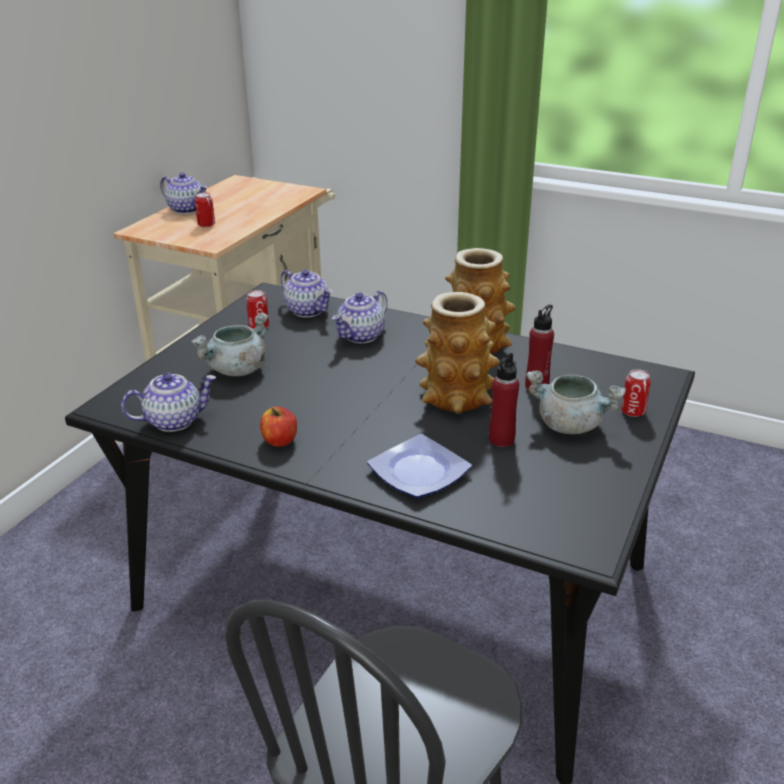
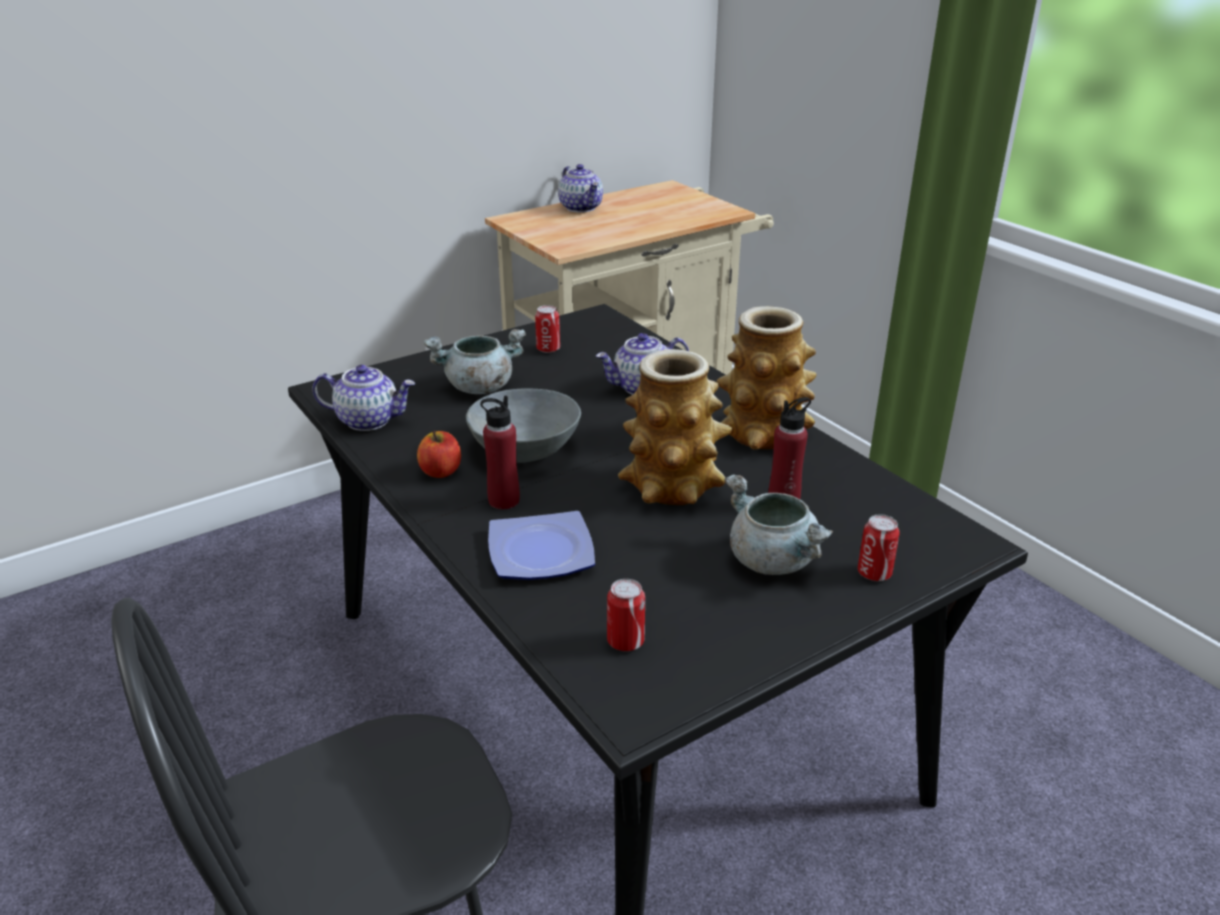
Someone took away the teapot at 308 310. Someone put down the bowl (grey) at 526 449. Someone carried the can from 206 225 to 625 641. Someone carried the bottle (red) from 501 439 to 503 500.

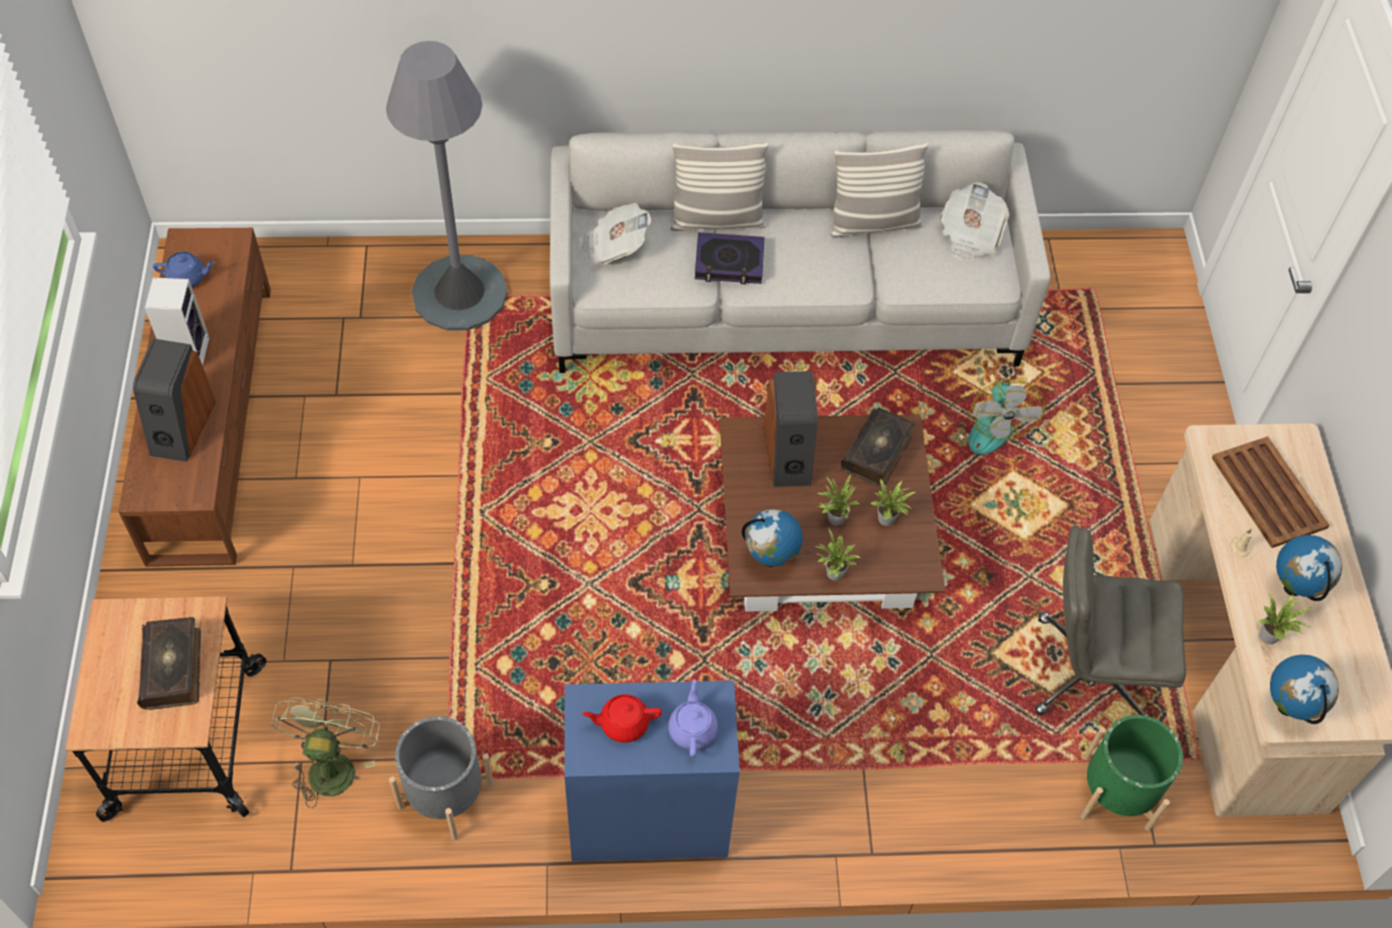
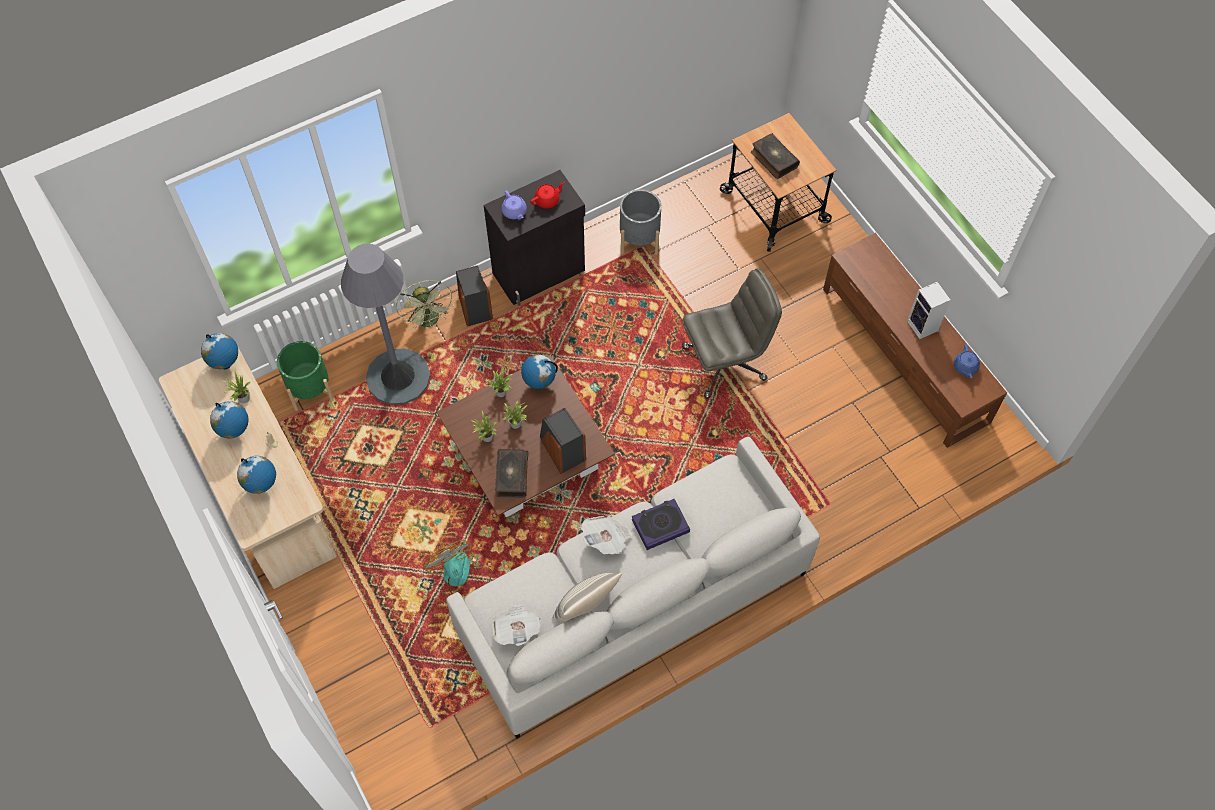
Someone took away the pillow at 717 220. Someone carried the speaker from 181 427 to 474 306. Someone carried the fan (green) from 332 764 to 429 321. Someone carried the floor lamp (grey) from 459 294 to 398 377. Someone carried the newspaper from 614 246 to 607 539. Someone carried the office chair (grey) from 1090 672 to 725 362. Someone swapped the tray (brown) at 1268 491 for the globe at 262 486. Someone repainted the cabinet (blue) at 647 816, which became the cabinet (black) at 540 272. Someone rotated the teapot (blue) at 188 278 by 60 degrees counterclockwise.

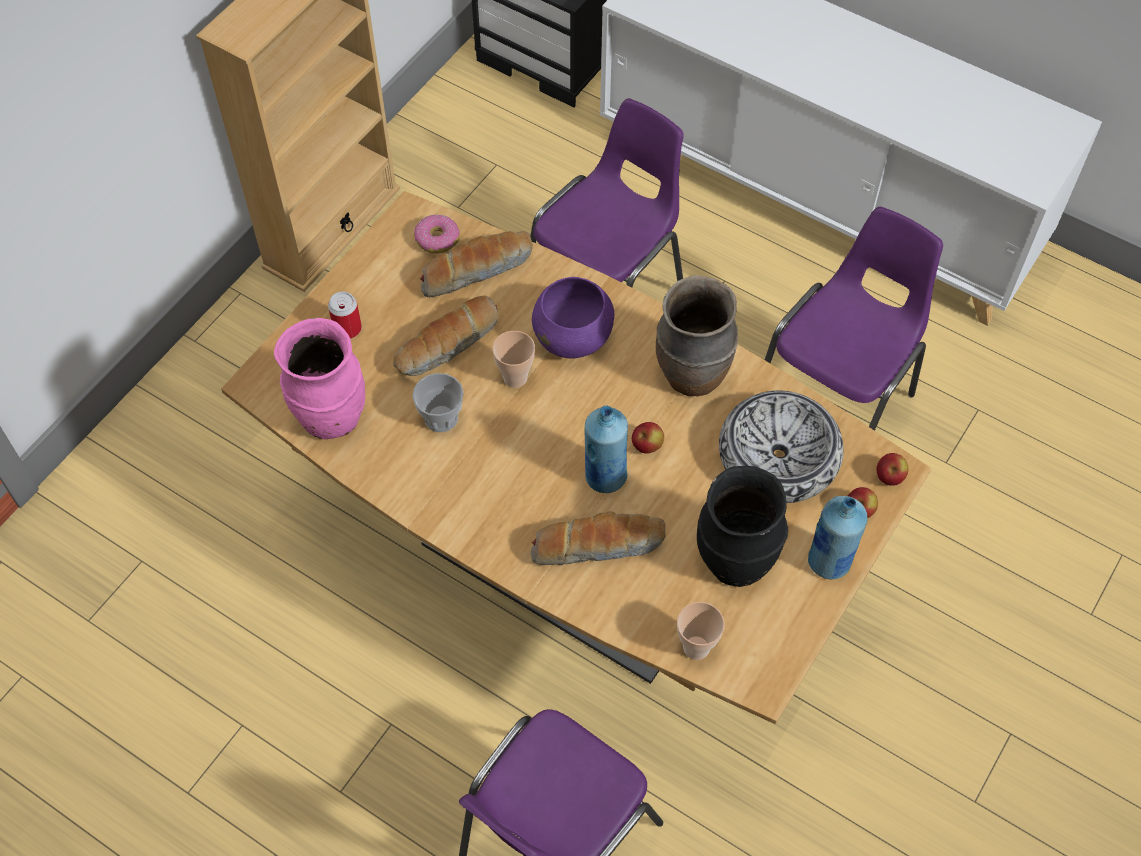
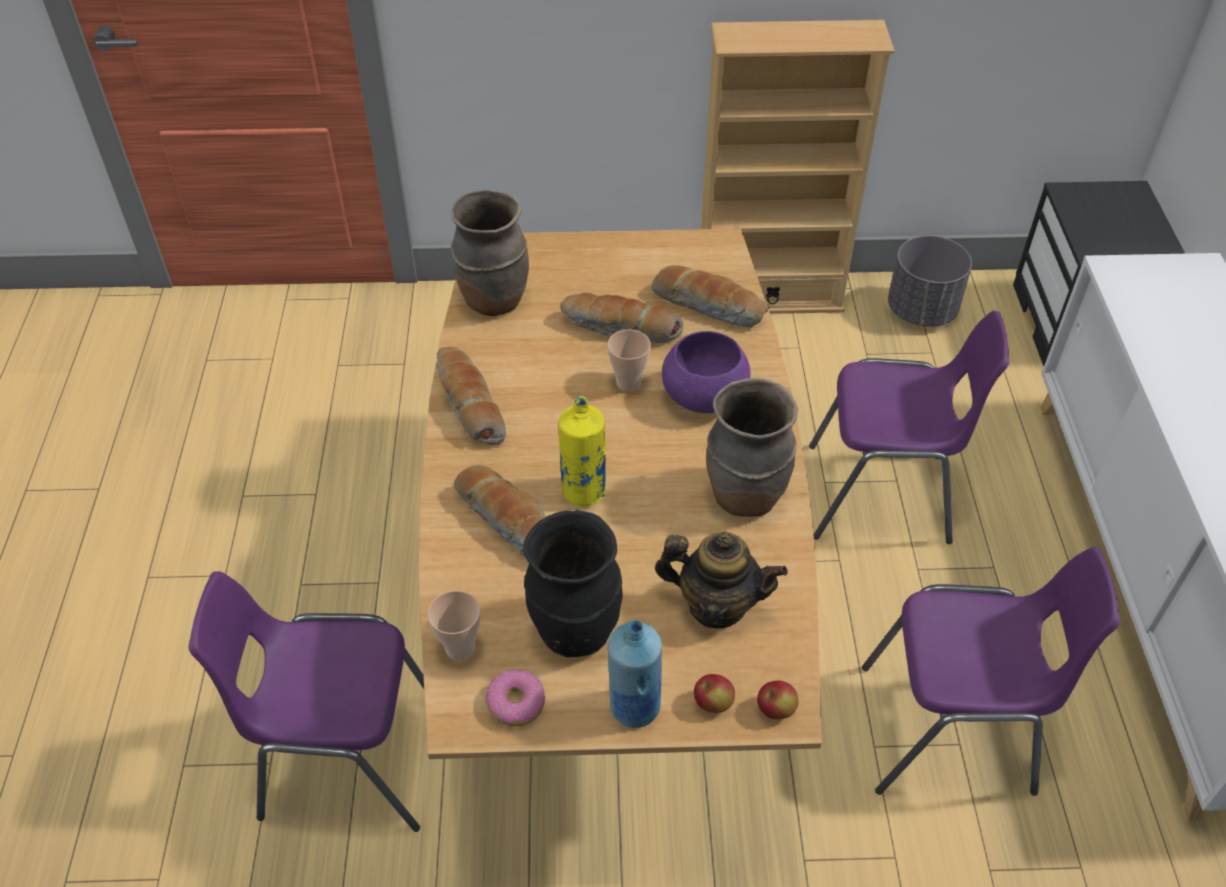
Someone took away the can at 347 328. Someone took away the cup at 441 418. Someone took away the apple at 647 446. Someone put down the bread at 468 405. Someone put down the planter (grey) at 922 310. Someone carried the donut from 437 239 to 515 703. Someone swapped the bowl at 778 456 for the teapot at 716 605. Someone repainted the vase (pink) at 330 417, which became the vase (brown) at 493 300. Someone repainted the bottle (blue) at 605 476, which became the bottle (yellow) at 583 491.

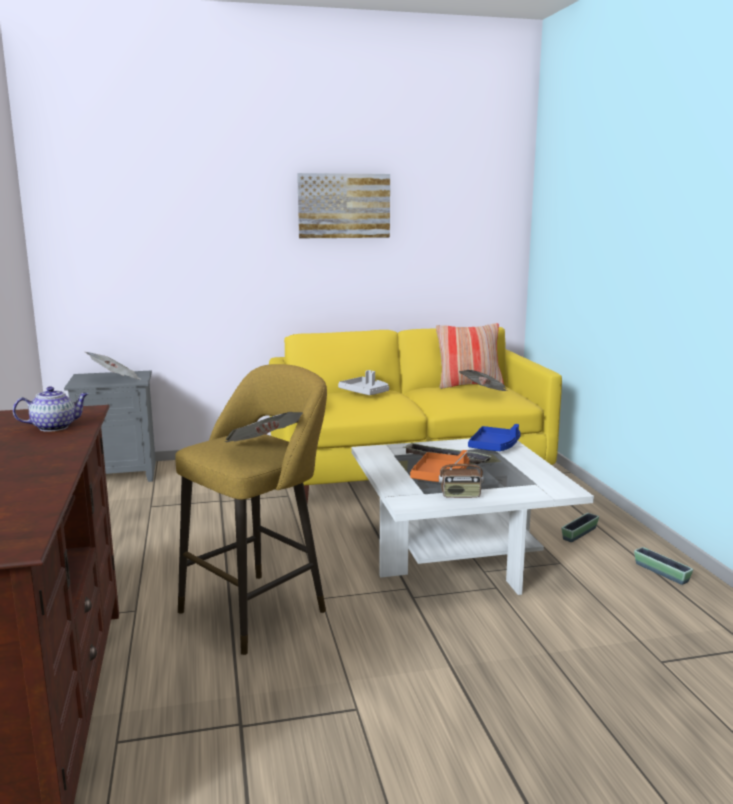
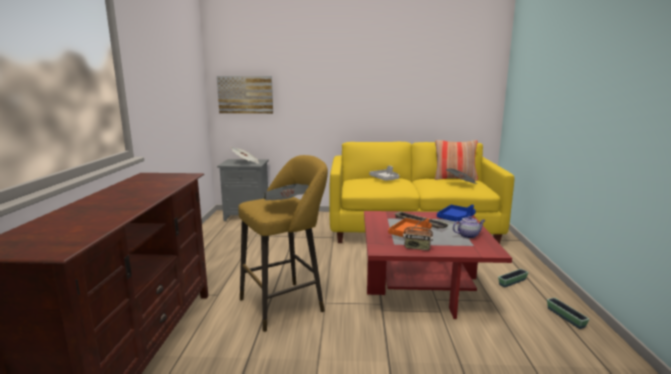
Someone carried the teapot from 55 427 to 468 235. Someone carried the picture from 343 206 to 245 94. Someone repainted the coffee table (white) at 458 554, which became the coffee table (red) at 423 285.

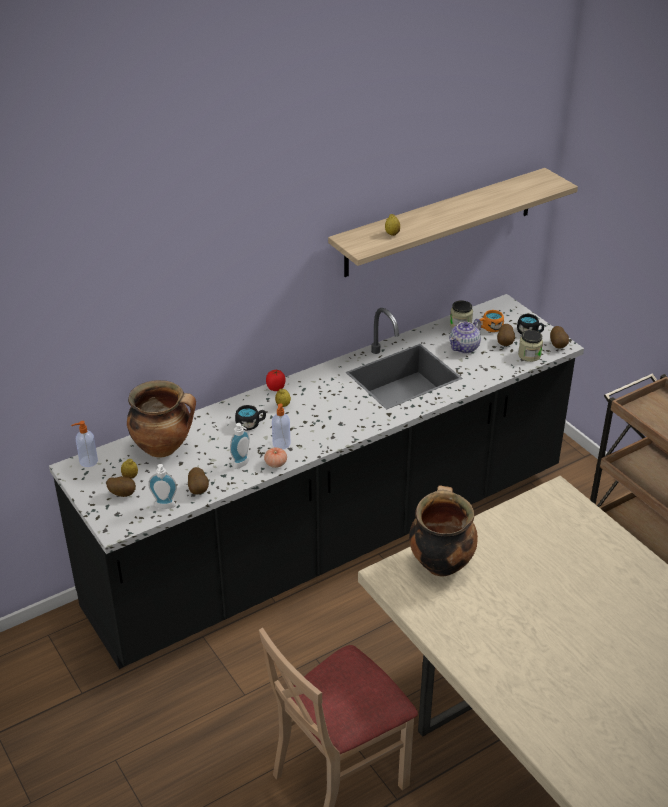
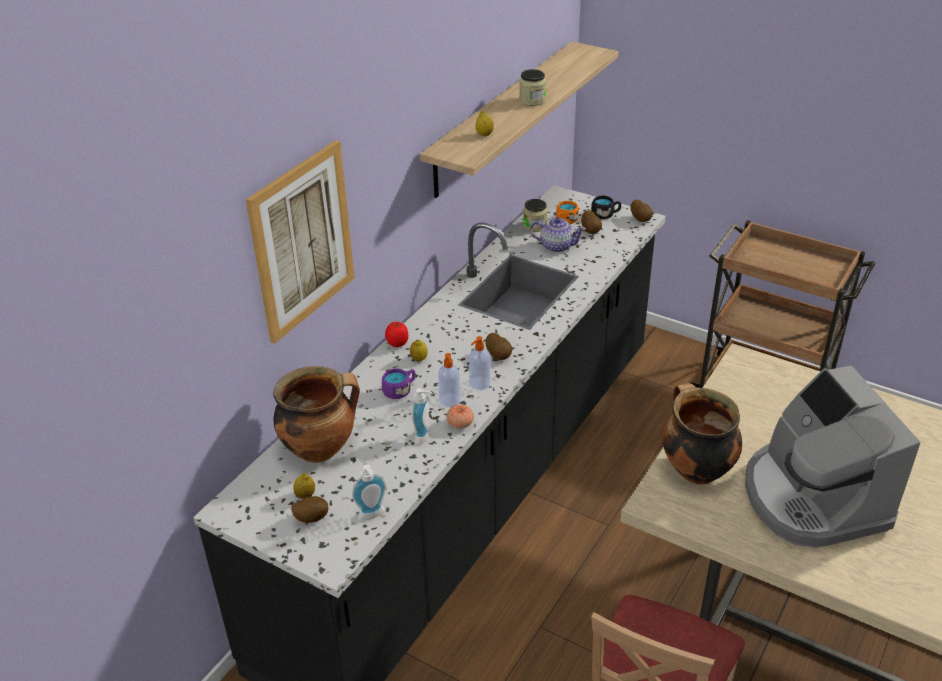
Someone put up the picture at 302 241. Someone put down the coffee machine at 812 498. Someone carried the soap dispenser from 88 461 to 479 384. Someone carried the potato from 199 490 to 499 356. Someone carried the jar from 529 355 to 532 100. Someone repainted the mug (black) at 251 424, which became the mug (purple) at 400 390. Someone rotated the teapot at 464 347 by 90 degrees counterclockwise.

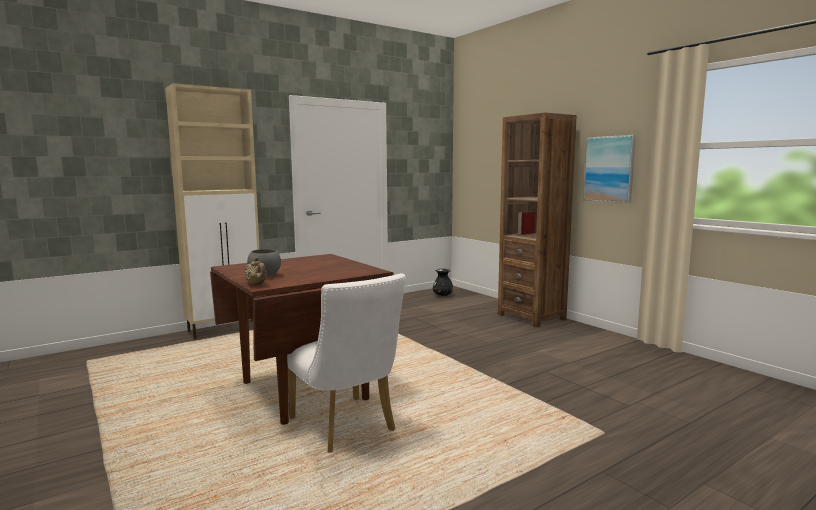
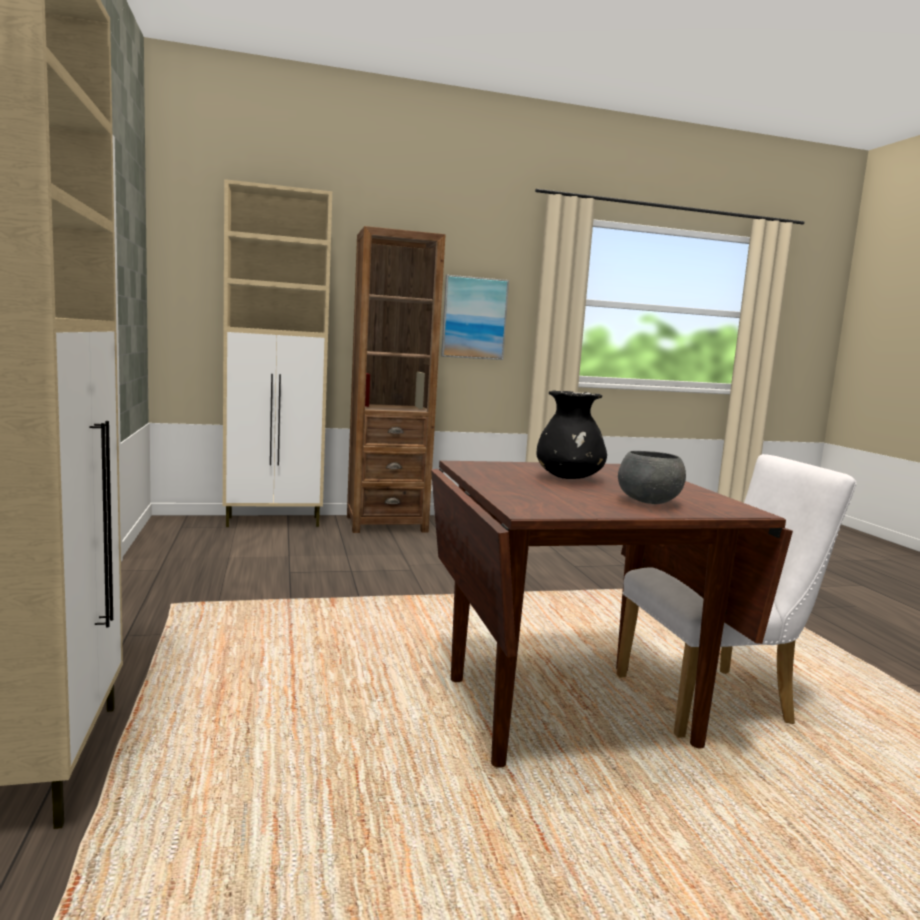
Someone took away the teapot (beige) at 257 284. Someone put down the cabinet (beige) at 274 522. Someone carried the vase (black) from 442 295 to 569 478.

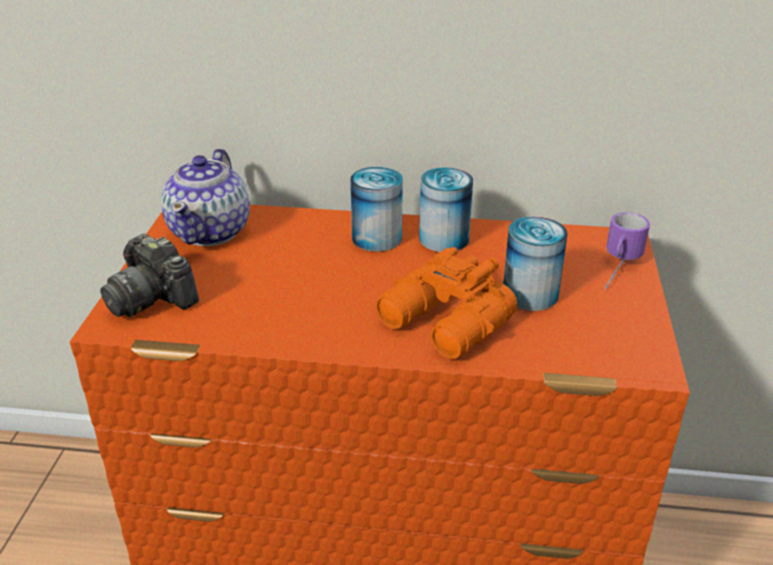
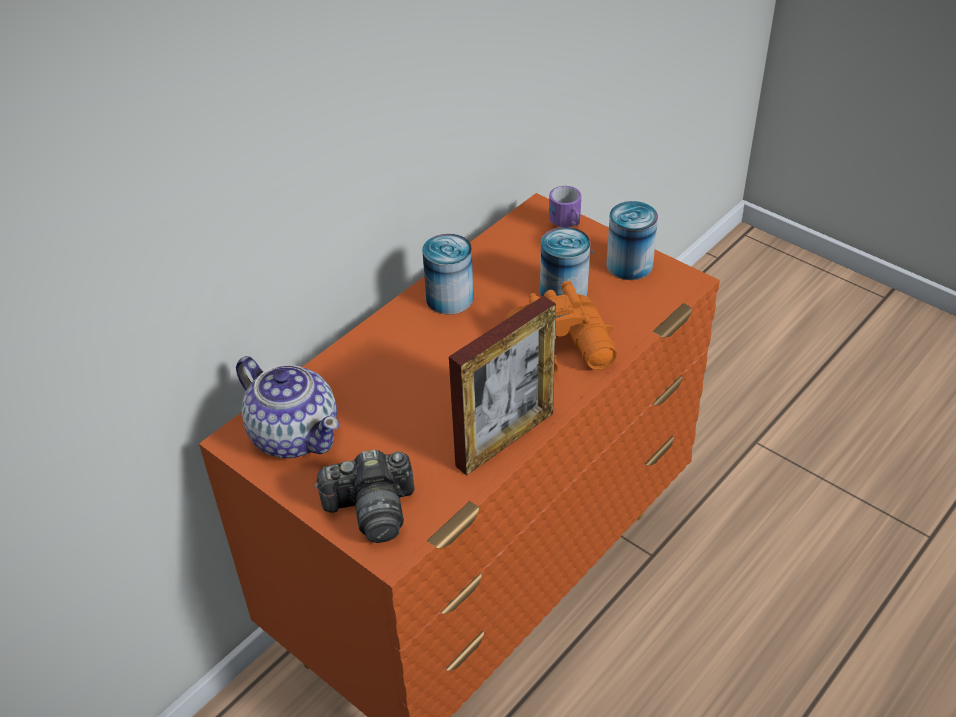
Someone put down the picture frame at 505 439. Someone carried the can from 377 238 to 629 265.

